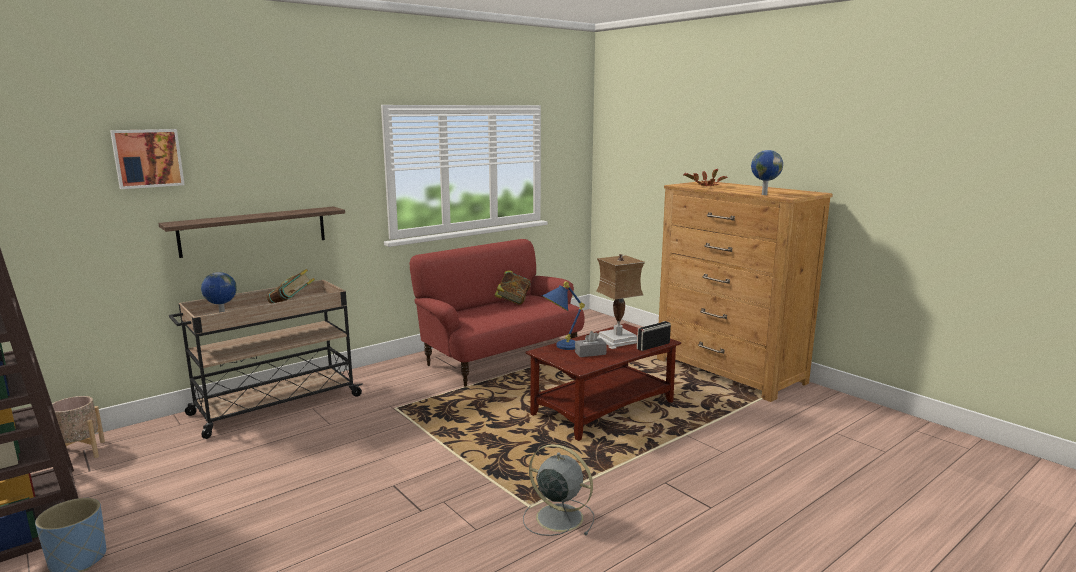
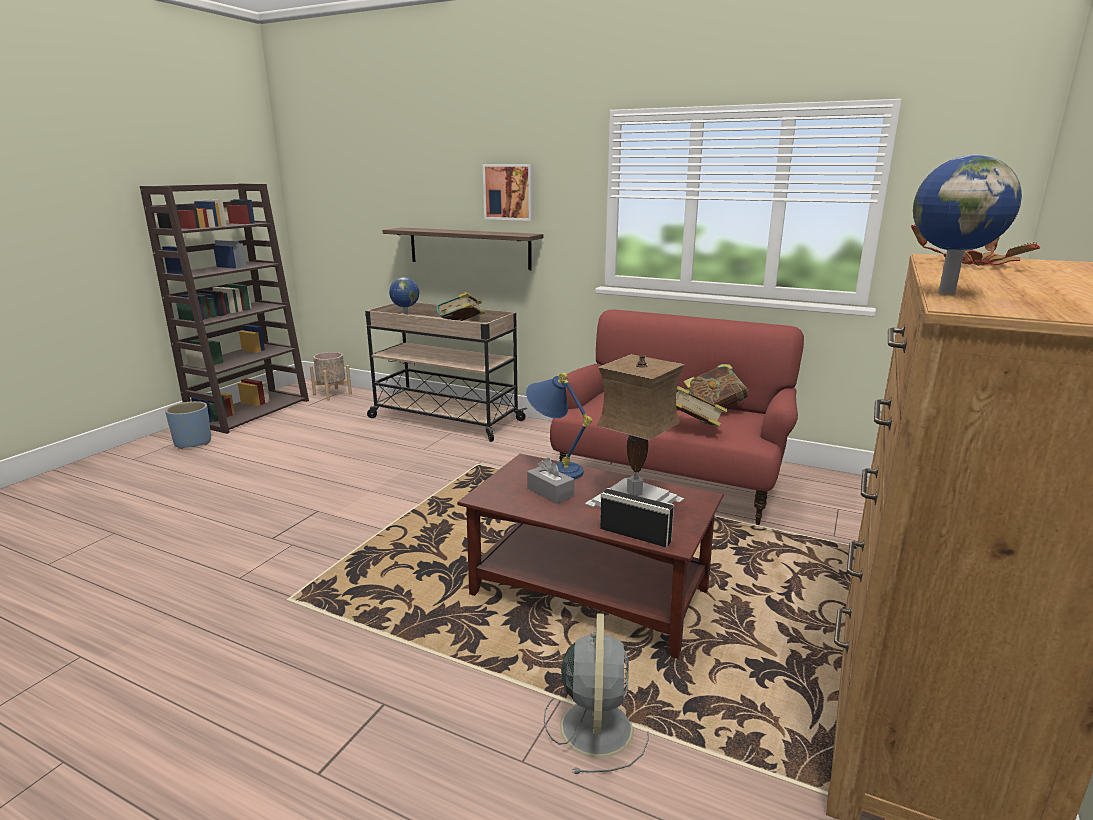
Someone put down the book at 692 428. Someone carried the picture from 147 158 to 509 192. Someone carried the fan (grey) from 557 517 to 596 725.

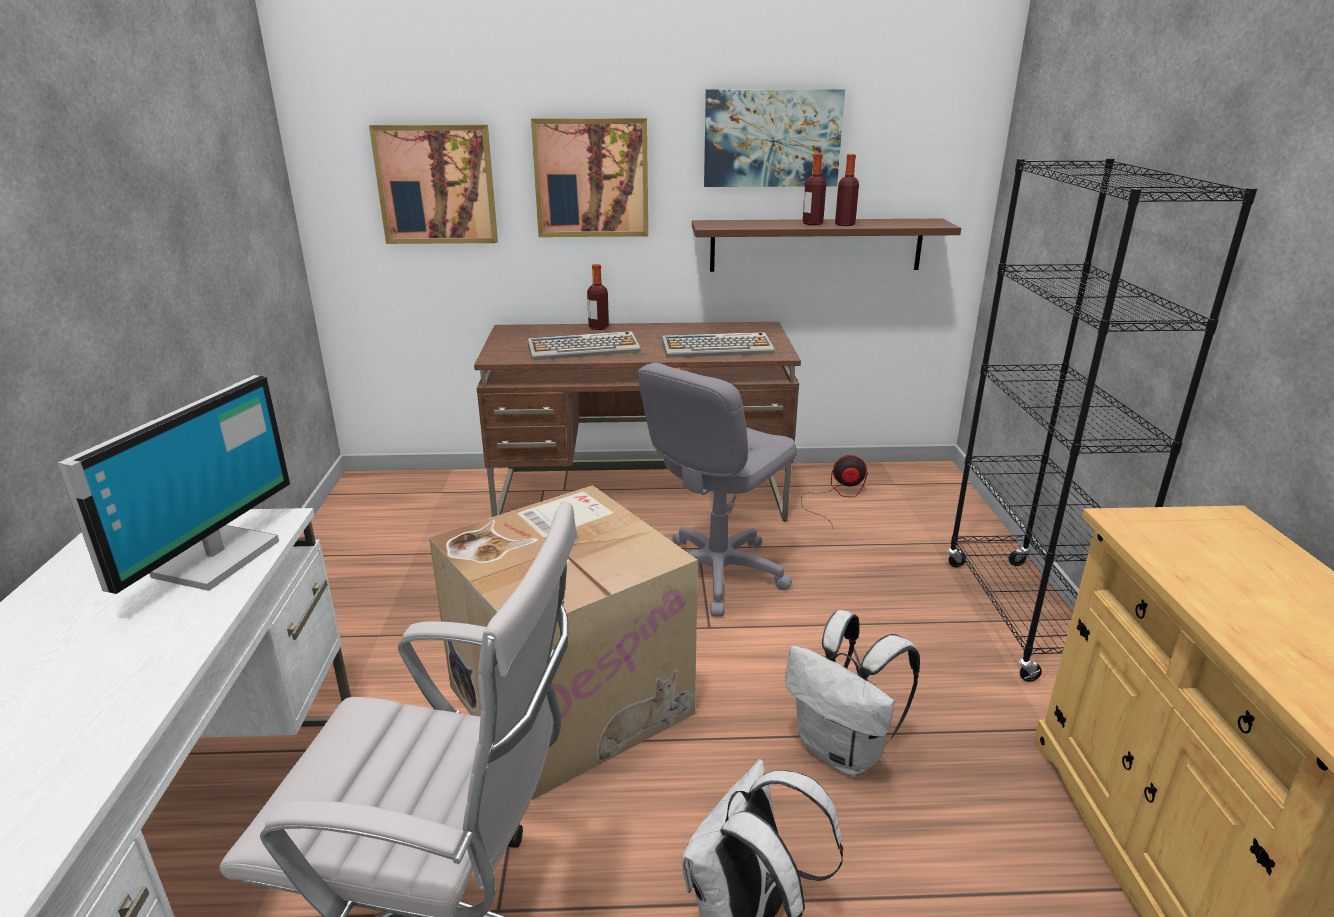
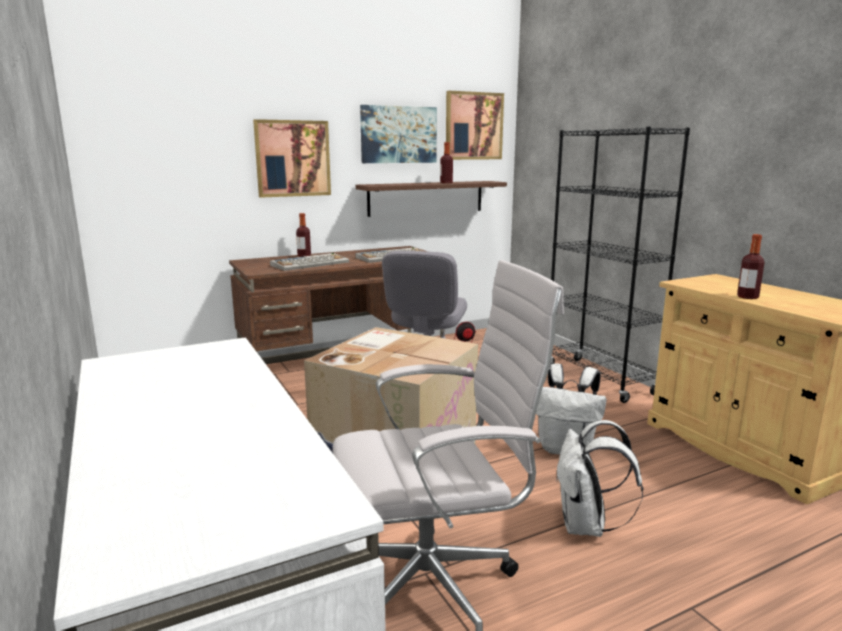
Someone took away the monitor at 213 558. Someone carried the picture from 436 185 to 473 126. Someone carried the bottle from 812 223 to 747 297.

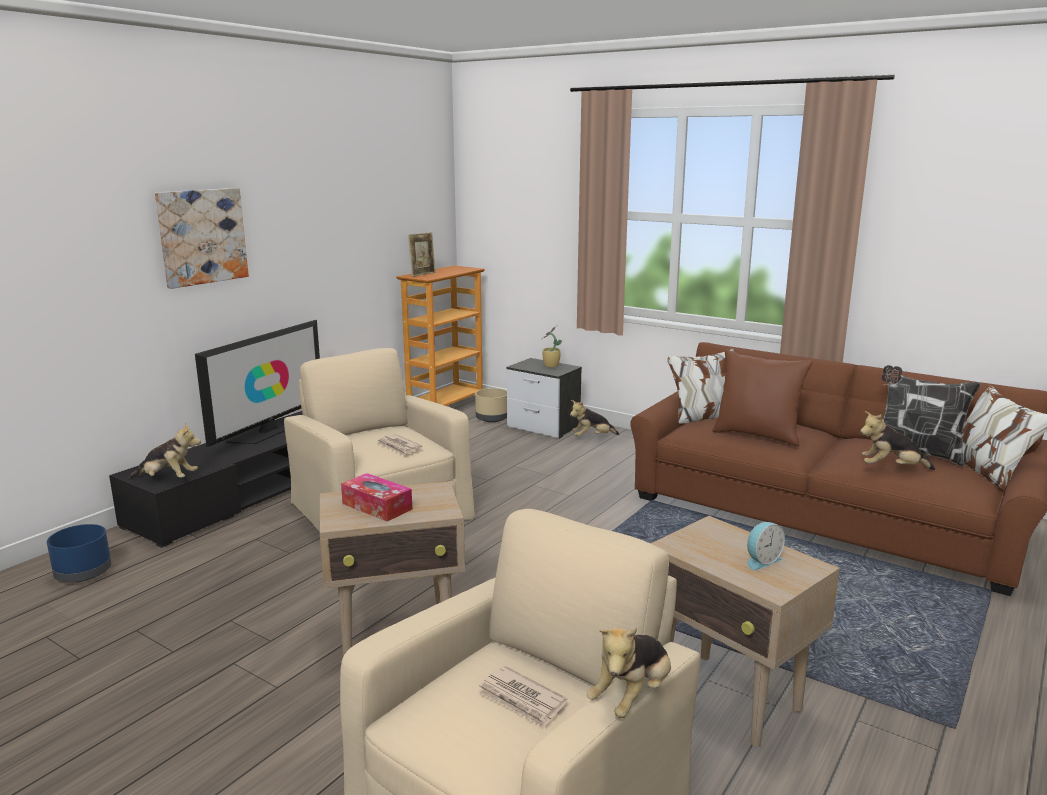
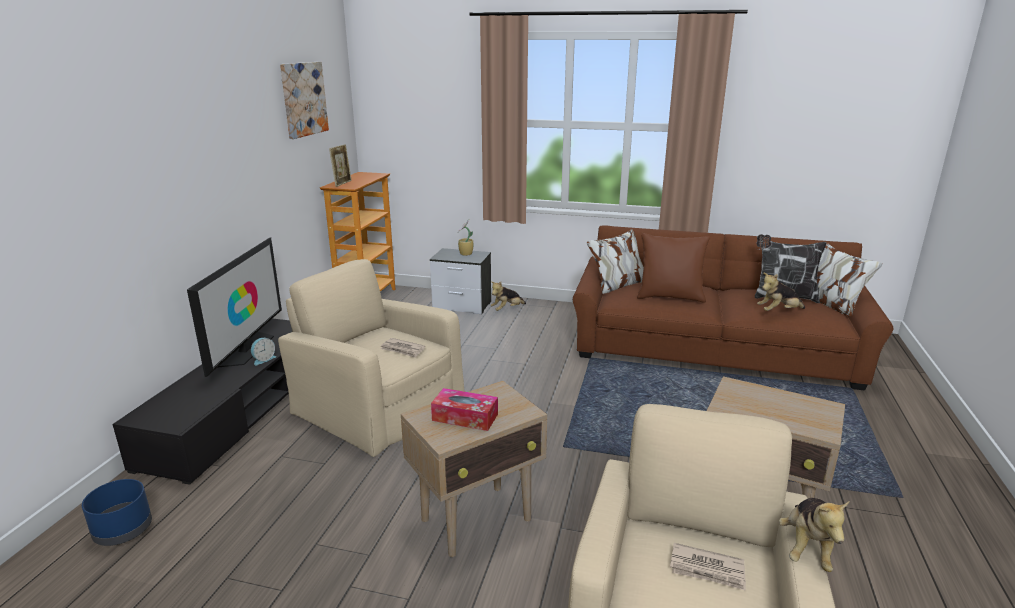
Someone took away the plush toy at 168 479. Someone took away the planter (beige) at 492 418. Someone carried the picture from 202 236 to 303 99. Someone carried the alarm clock from 761 561 to 263 359.

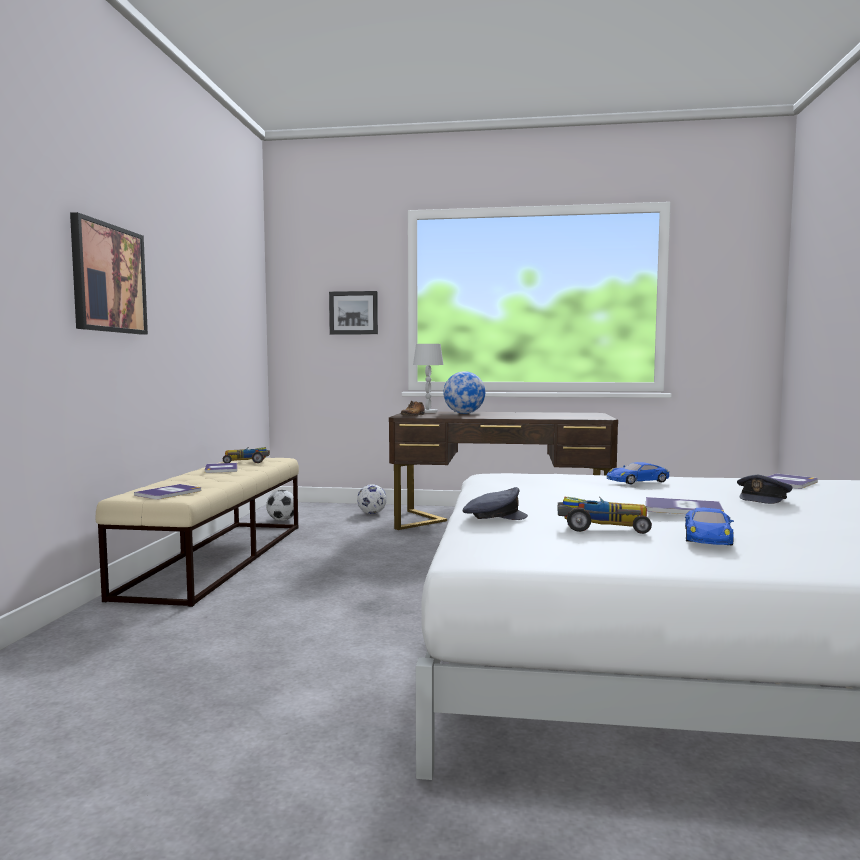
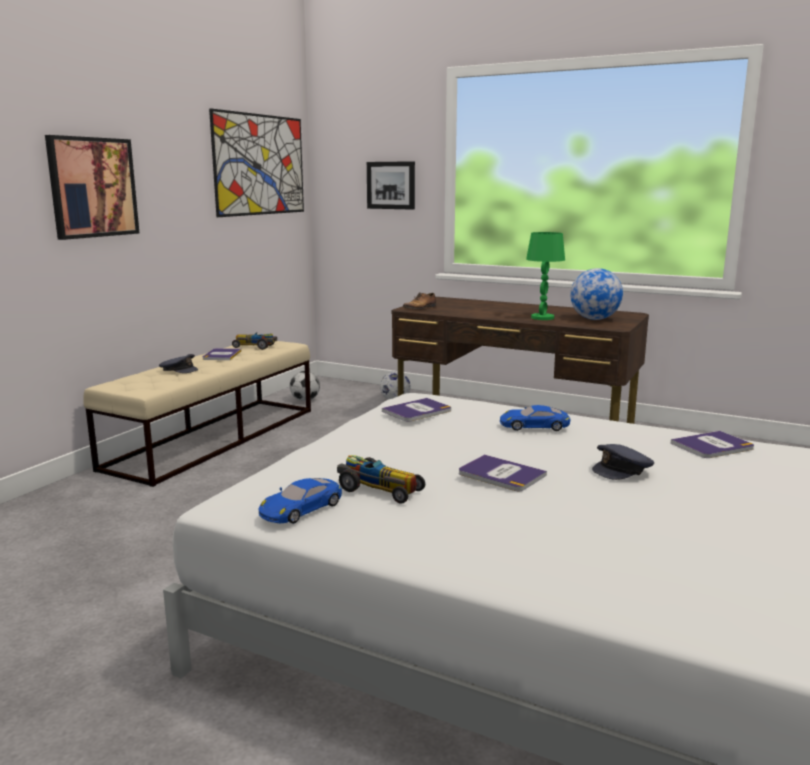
Someone took away the table lamp (white) at 428 412. Someone put up the picture at 260 165. Someone put down the table lamp (green) at 542 318. Someone carried the book from 169 493 to 417 411. Someone carried the globe from 464 413 to 594 319. Someone carried the cap (grey) from 493 516 to 179 370. Someone carried the toy car (blue) from 707 536 to 301 508.

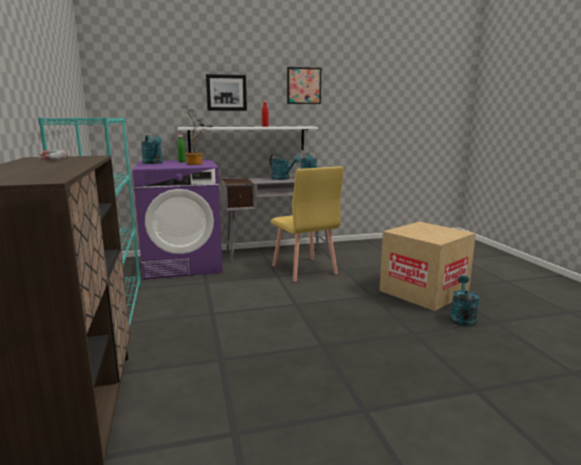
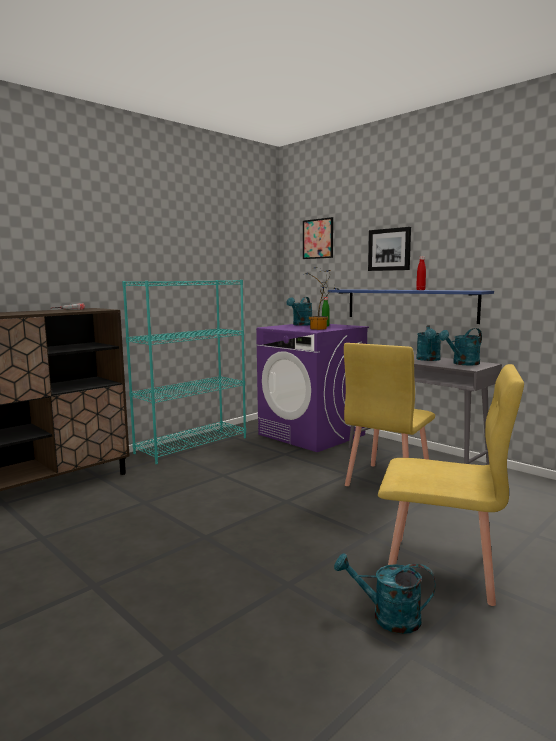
Someone carried the picture from 304 86 to 318 238. Someone swapped the cardboard box at 423 292 for the chair (yellow) at 441 569. Someone repainted the shelf (white) at 247 139, which became the shelf (blue) at 409 305. Someone rotated the watering can (turquoise) at 462 317 by 150 degrees counterclockwise.

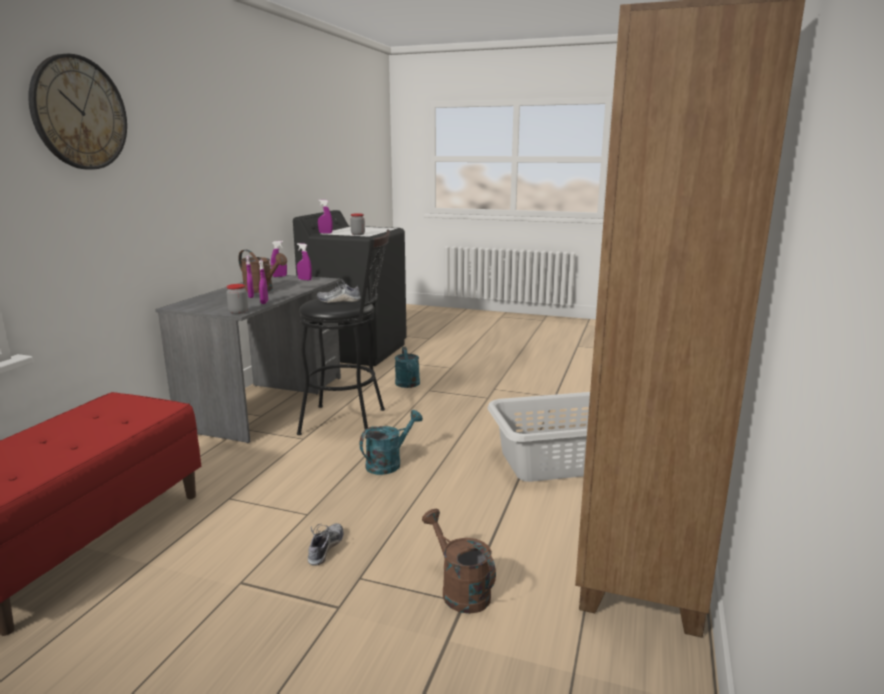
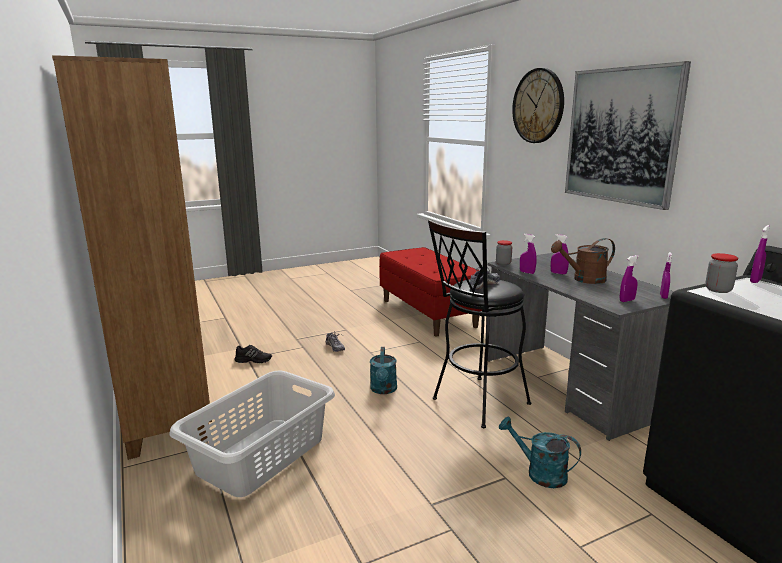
Someone put up the picture at 621 135. Someone swapped the watering can (brown) at 459 590 for the shoe (black) at 254 360.

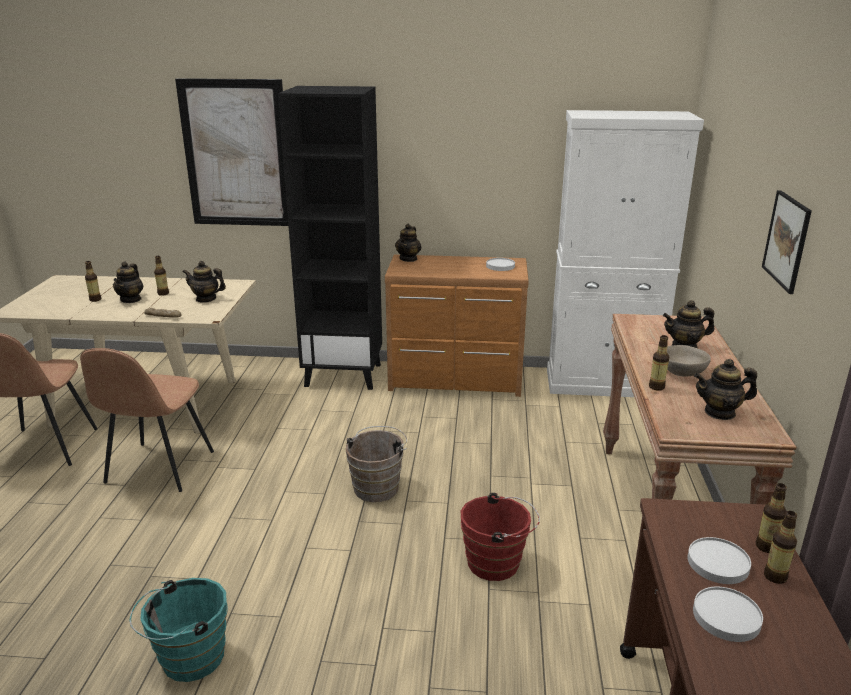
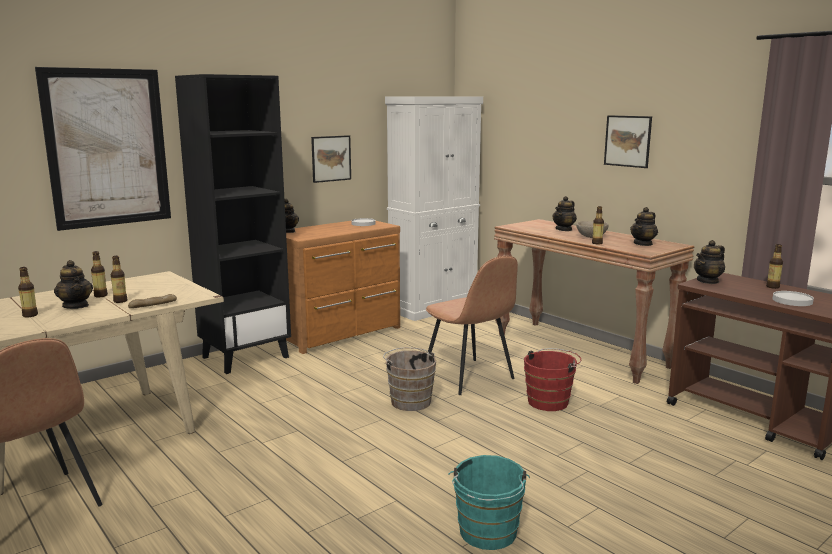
Someone took away the plate (white) at 717 563. Someone put up the picture at 331 158. Someone carried the chair (brown) from 158 468 to 469 377. Someone carried the teapot from 206 299 to 708 281. Someone carried the bottle from 766 547 to 120 301.

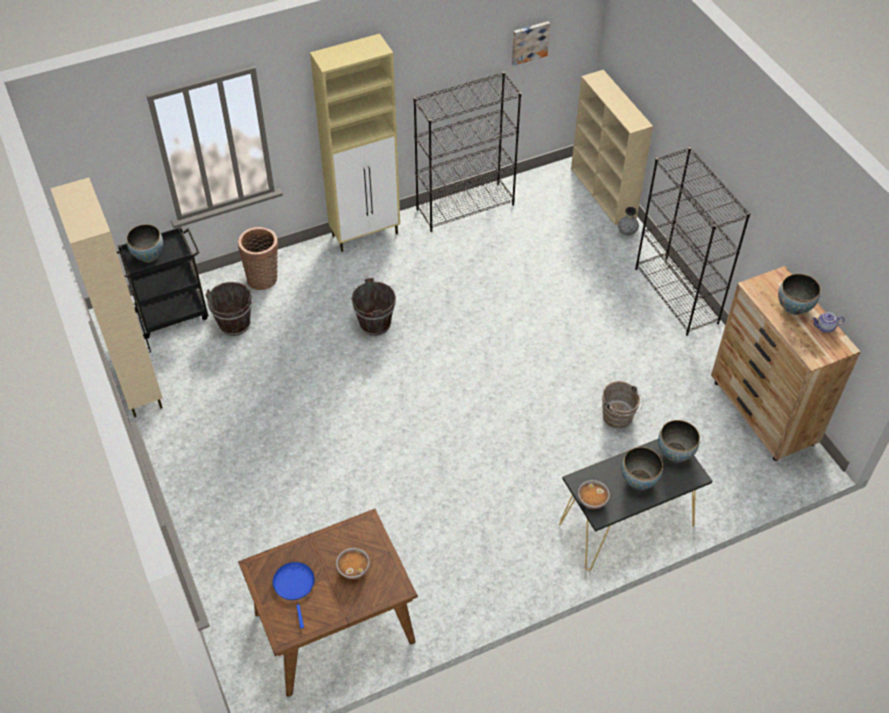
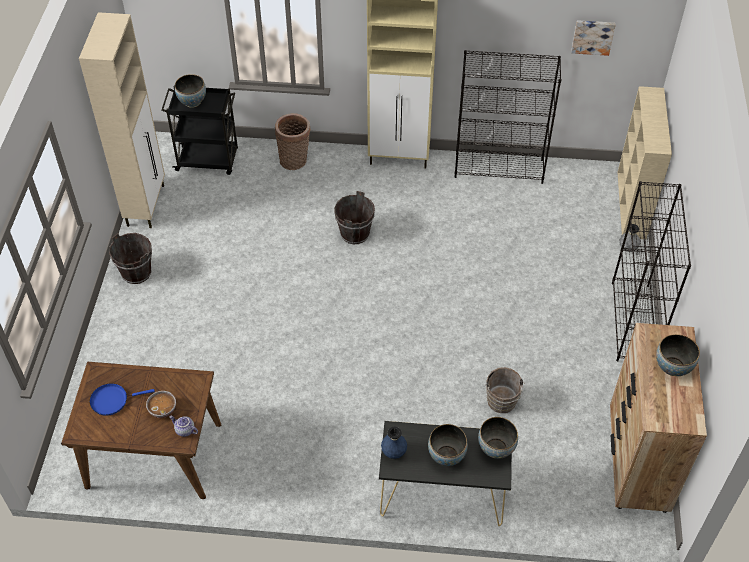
Someone carried the bucket (brown) from 235 324 to 137 273. Someone carried the teapot from 825 328 to 184 430. Someone swapped the bowl at 592 500 for the vase (blue) at 393 452. Someone rotated the frying pan (blue) at 295 586 by 120 degrees counterclockwise.

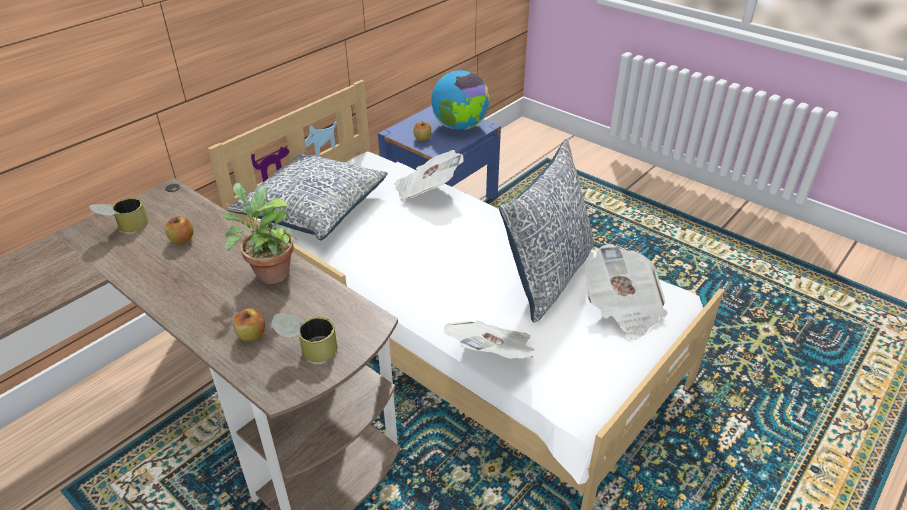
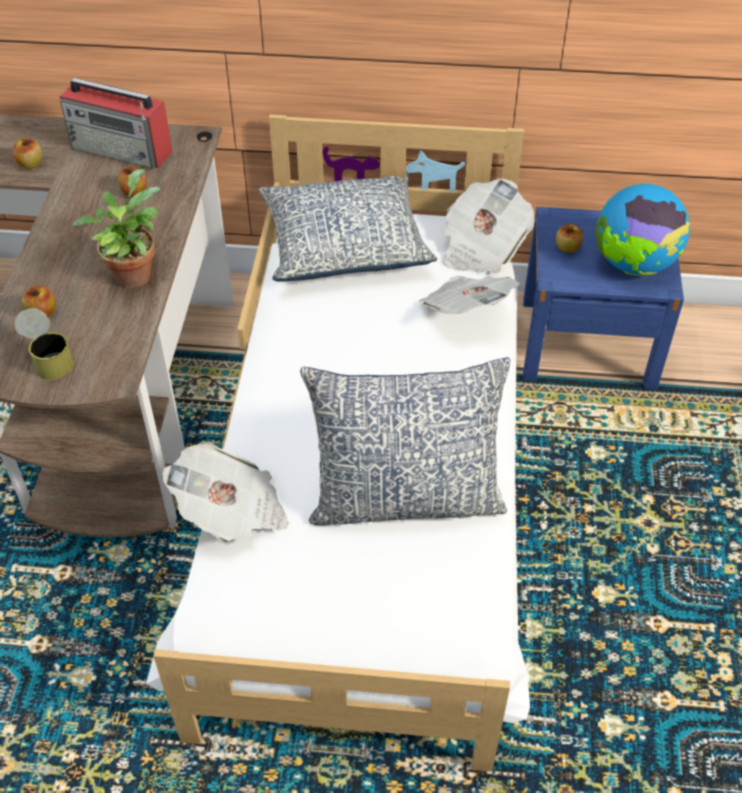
Someone put down the apple at 30 164. Someone carried the newspaper from 622 308 to 481 247. Someone swapped the can at 124 227 for the radio at 123 150.

